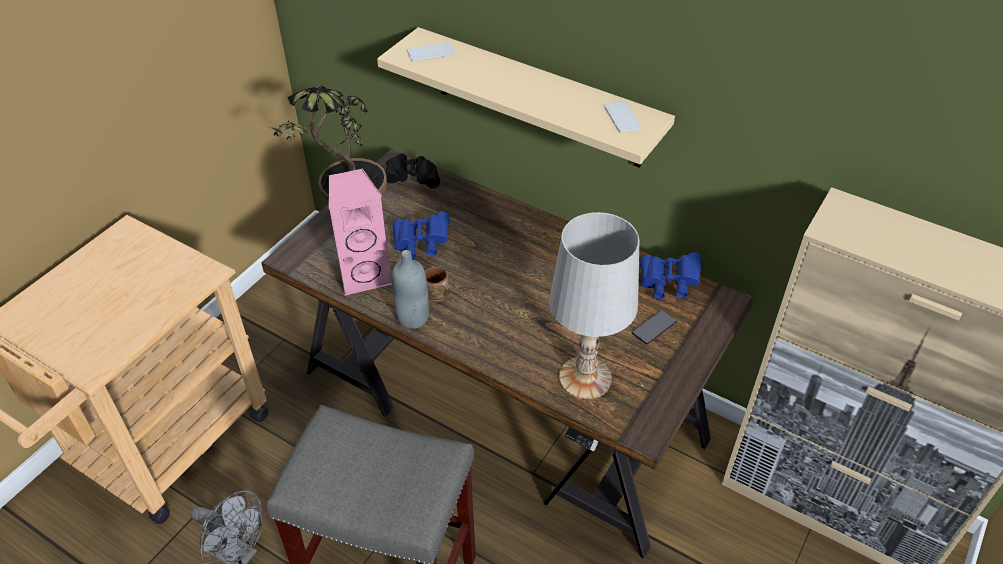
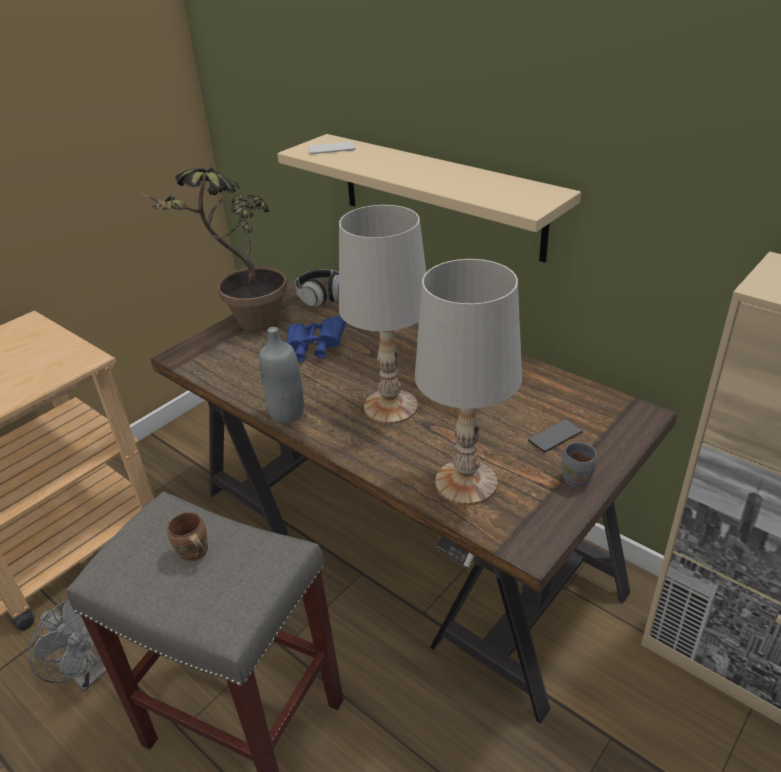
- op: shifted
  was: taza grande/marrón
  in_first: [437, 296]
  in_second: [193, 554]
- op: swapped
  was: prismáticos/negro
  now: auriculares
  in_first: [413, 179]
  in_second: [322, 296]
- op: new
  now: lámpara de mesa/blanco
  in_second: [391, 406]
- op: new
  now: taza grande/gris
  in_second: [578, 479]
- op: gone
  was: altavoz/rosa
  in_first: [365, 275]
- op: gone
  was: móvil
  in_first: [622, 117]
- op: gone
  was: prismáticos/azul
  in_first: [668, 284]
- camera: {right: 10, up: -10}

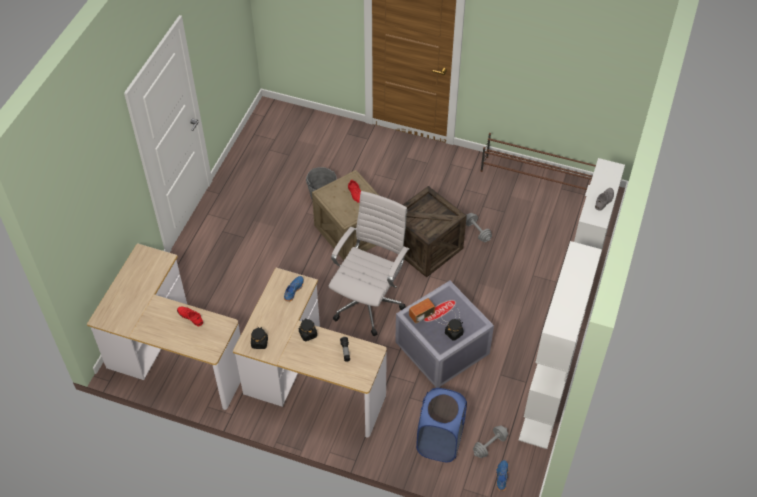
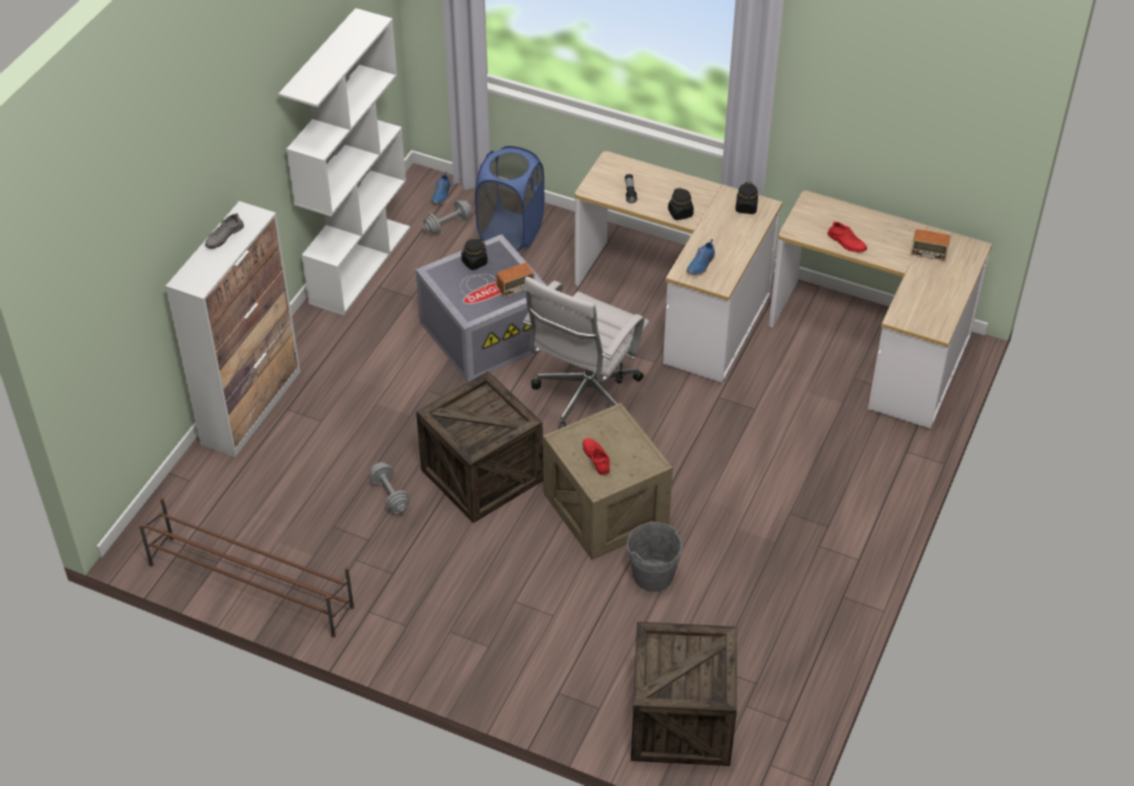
- op: new
  now: caja de embalaje
  in_second: [681, 721]
- op: new
  now: radio
  in_second: [912, 241]
- camera: {right: -175, up: -5}

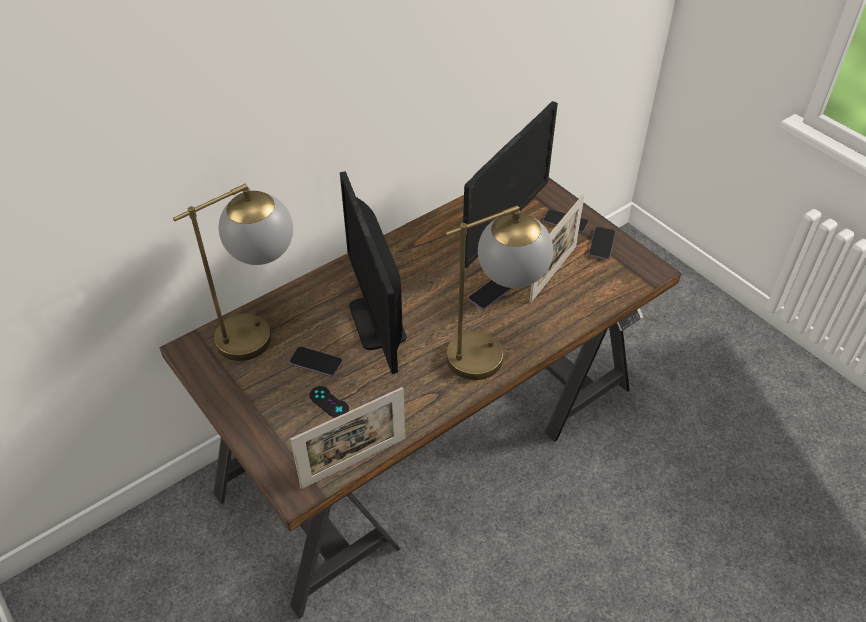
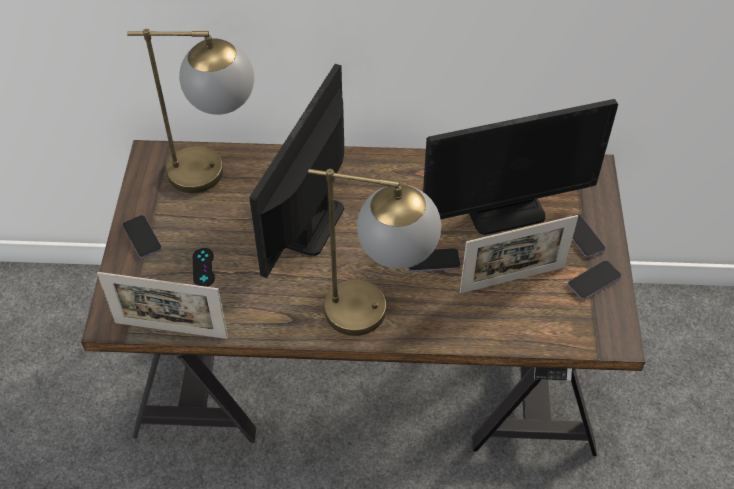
- op: shifted
  was: móvil
  in_first: [316, 362]
  in_second: [142, 238]
- camera: {right: 40, up: 5}

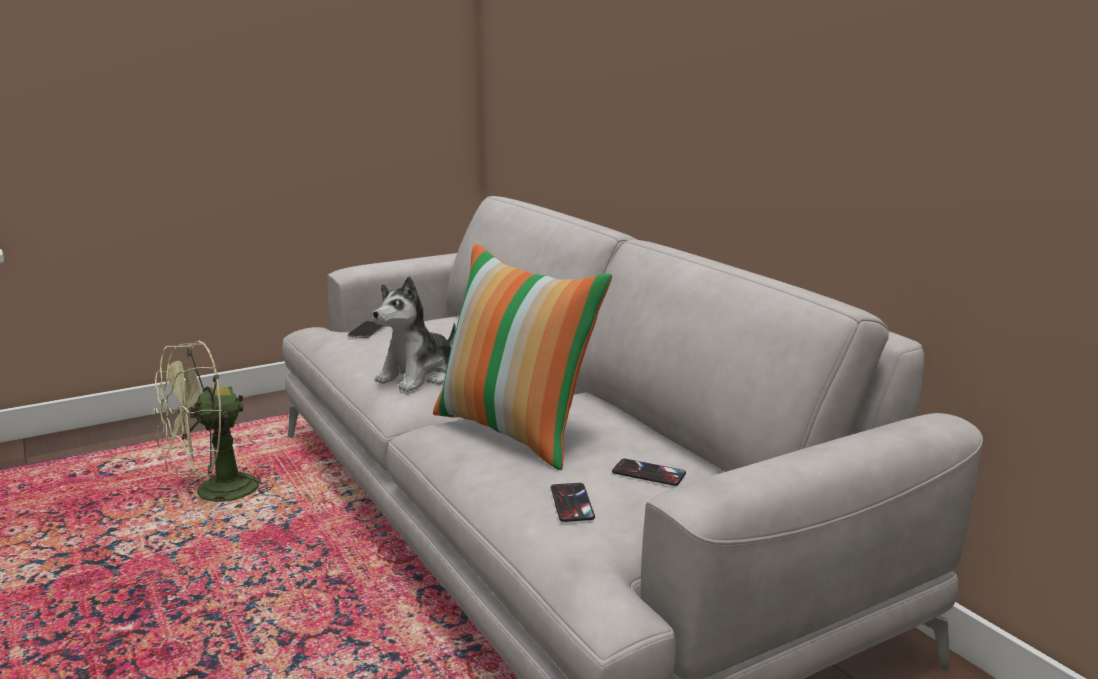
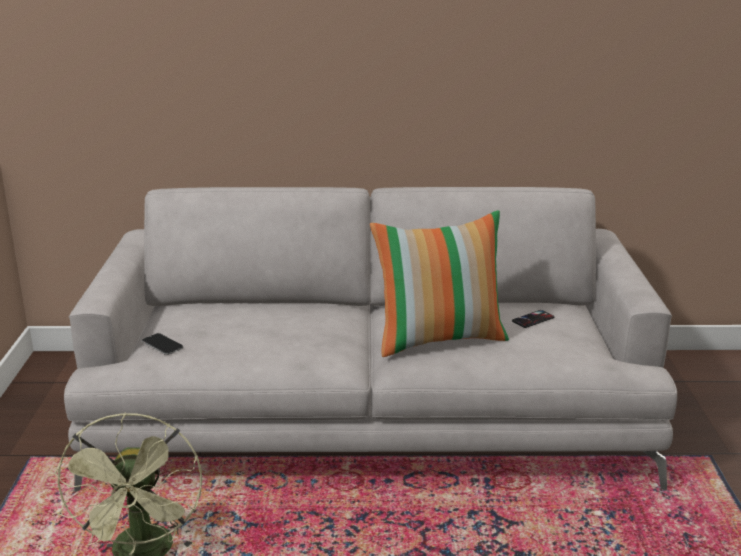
- op: gone
  was: peluche
  in_first: [418, 377]
- op: gone
  was: móvil
  in_first: [572, 503]
- camera: {right: -60, up: 5}

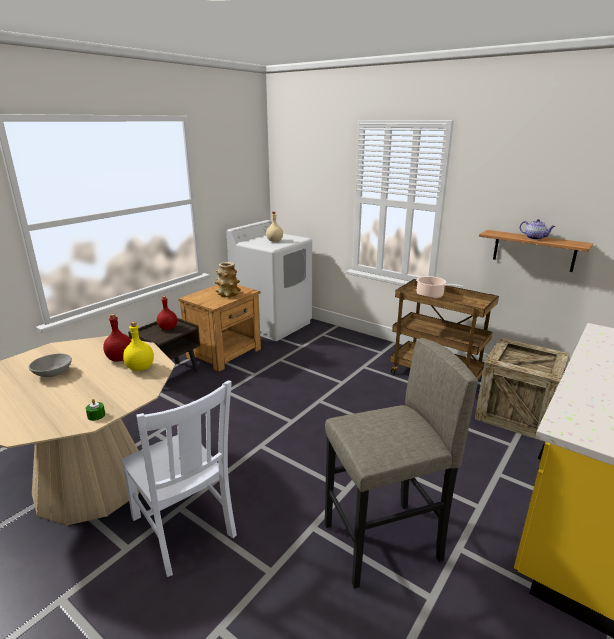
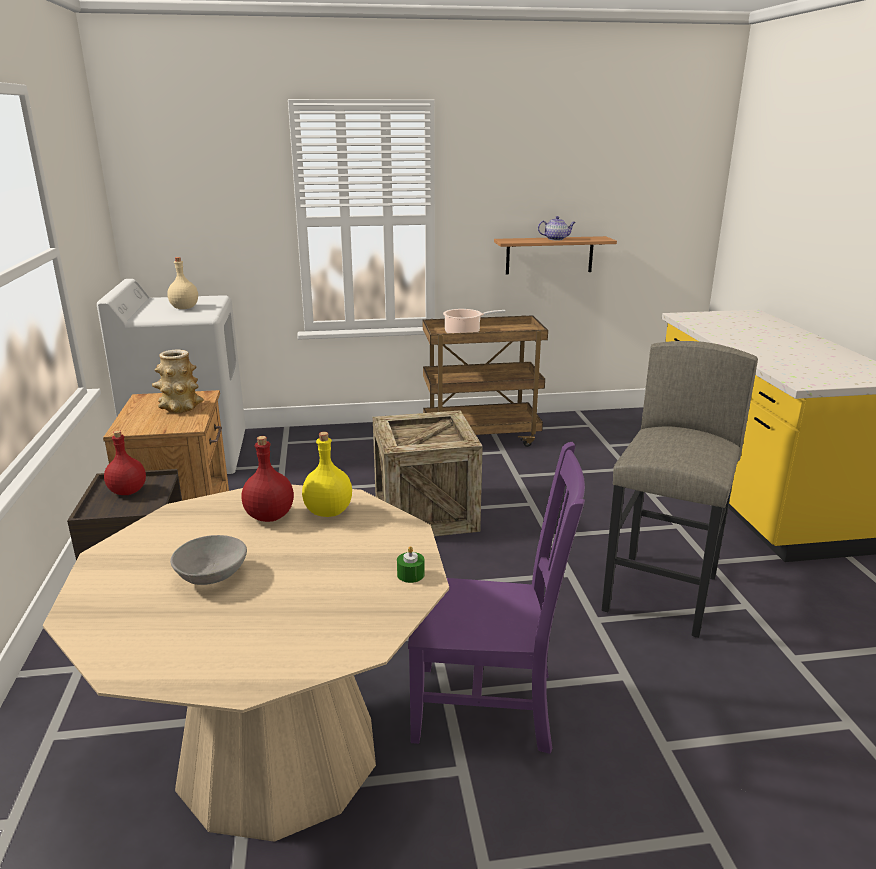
- op: shifted
  was: caja de embalaje
  in_first: [515, 413]
  in_second: [425, 513]
- op: repainted
  was: silla/blanco
  now: silla/morado
  in_first: [184, 529]
  in_second: [489, 707]
- camera: {right: -45, up: 0}

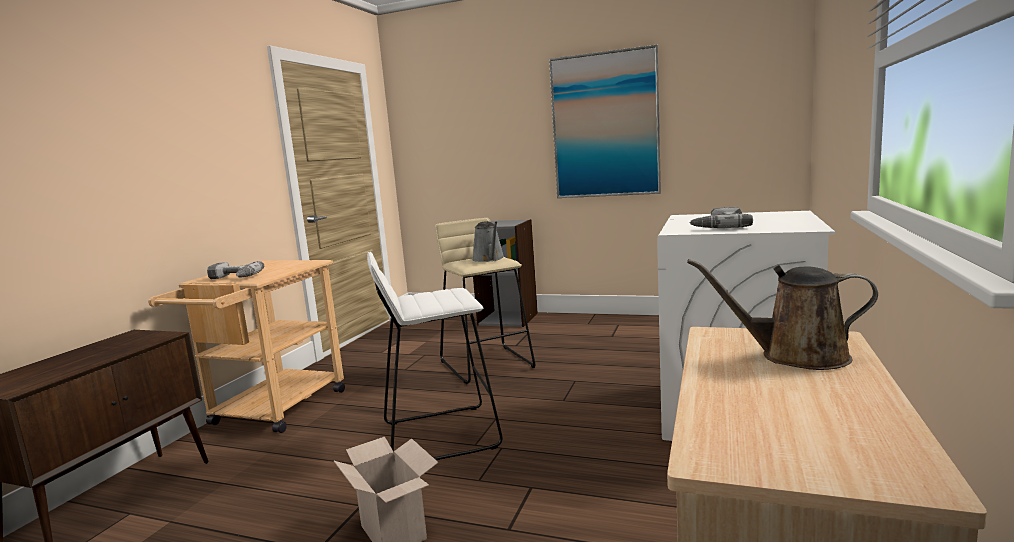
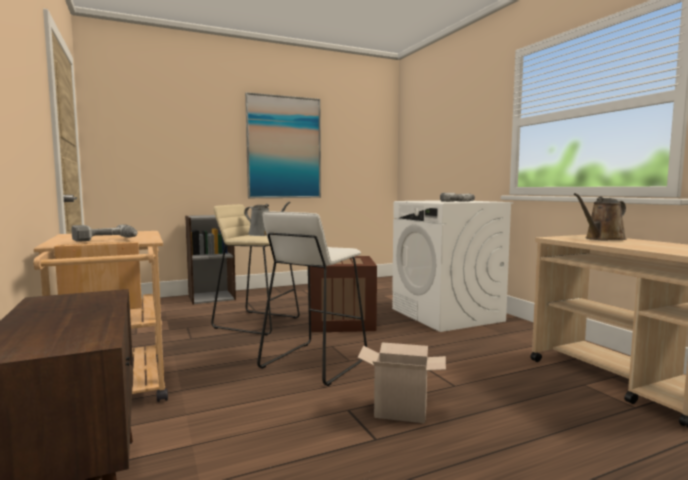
- op: new
  now: caja de embalaje
  in_second: [341, 322]
- camera: {right: -45, up: -5}

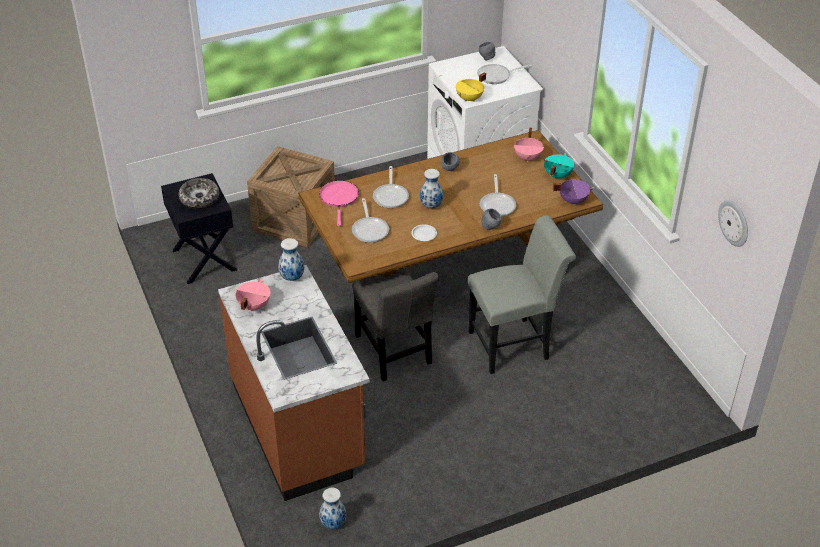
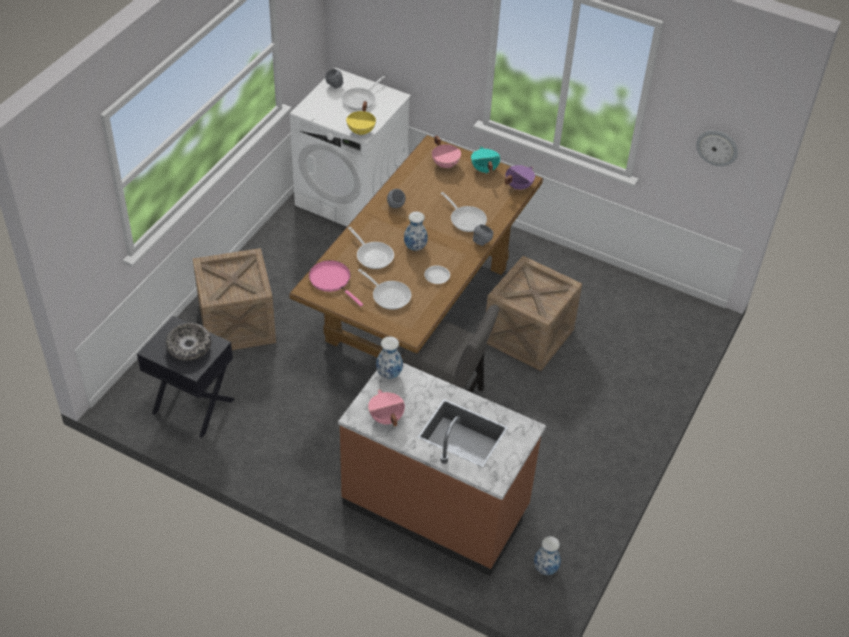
- op: swapped
  was: silla/gris
  now: caja de embalaje
  in_first: [514, 344]
  in_second: [528, 335]
- camera: {right: -40, up: 5}

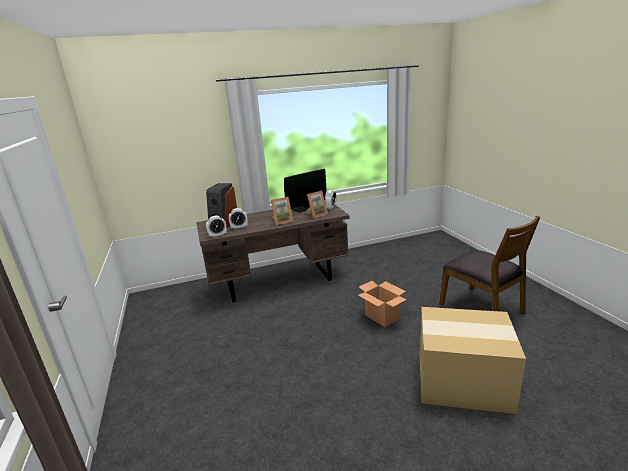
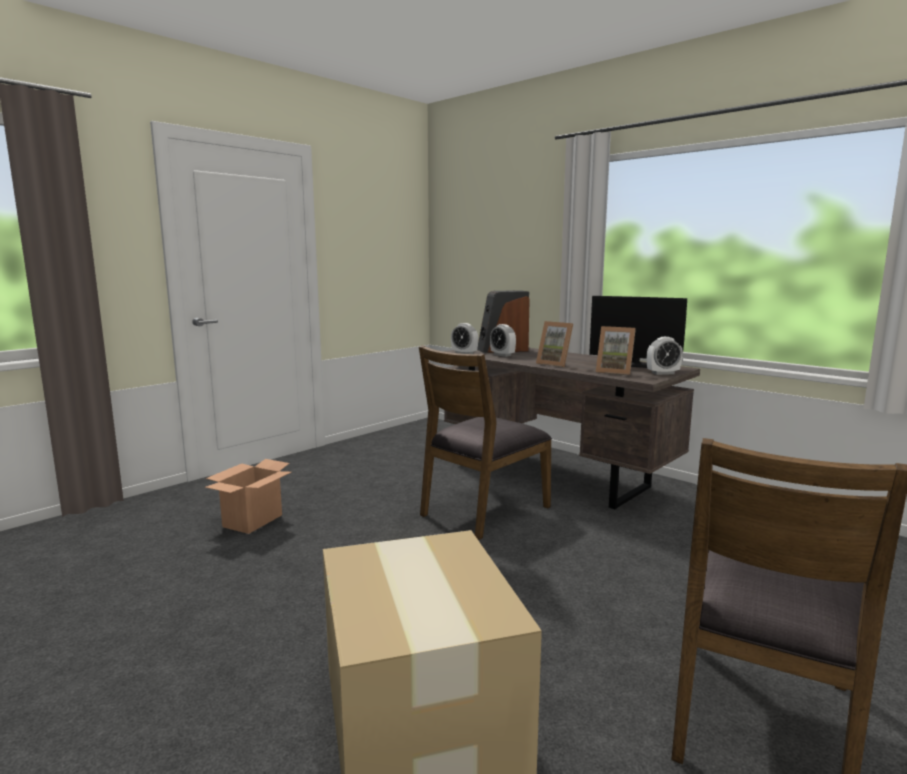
- op: shifted
  was: caja de cartón
  in_first: [382, 317]
  in_second: [252, 521]
- op: new
  now: silla/marrón
  in_second: [483, 510]
- camera: {right: 60, up: -10}

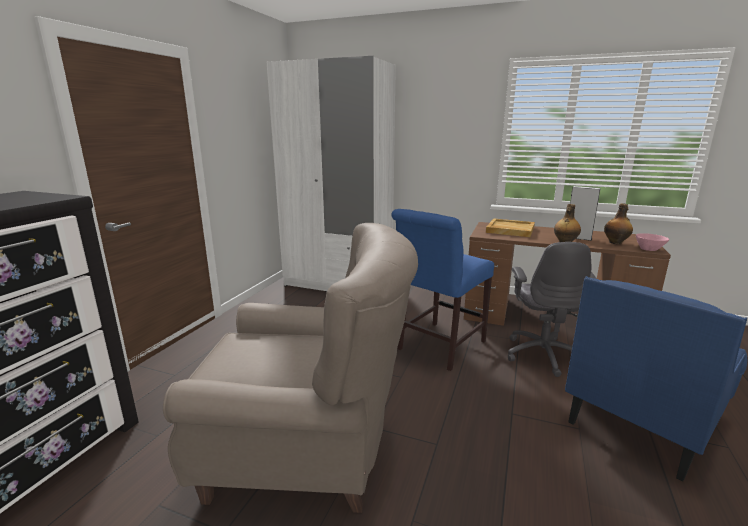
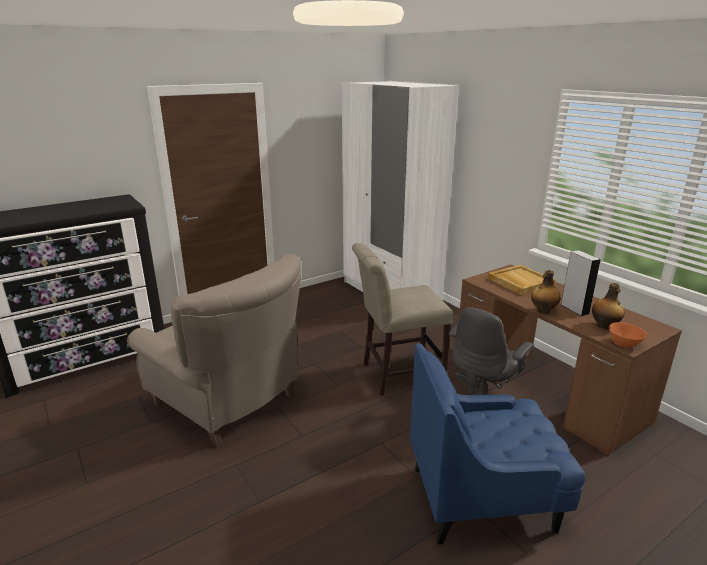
- op: repainted
  was: silla/azul
  now: silla/beis
  in_first: [438, 347]
  in_second: [397, 374]
- op: repainted
  was: cuenco/rosa
  now: cuenco/naranja
  in_first: [650, 249]
  in_second: [624, 344]
- camera: {right: 35, up: 5}

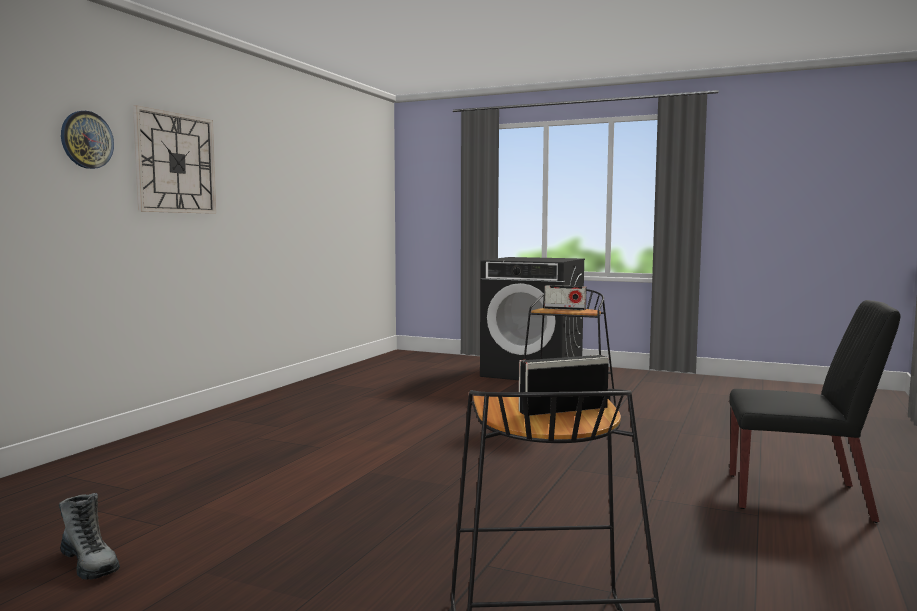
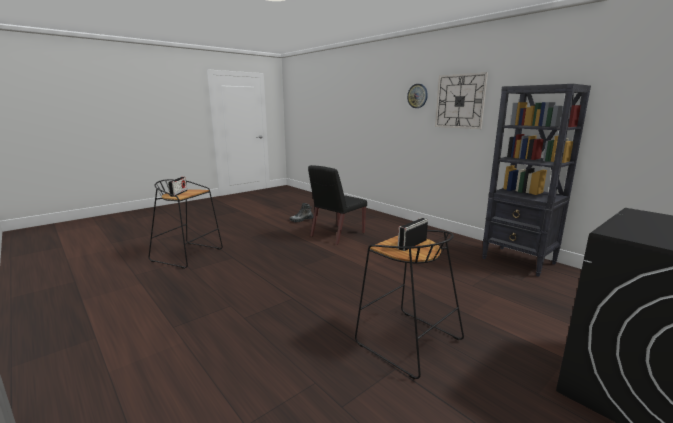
- op: shifted
  was: silla/negro
  in_first: [800, 497]
  in_second: [337, 235]
- op: new
  now: estantería/negro
  in_second: [519, 261]
- camera: {right: 115, up: 10}

